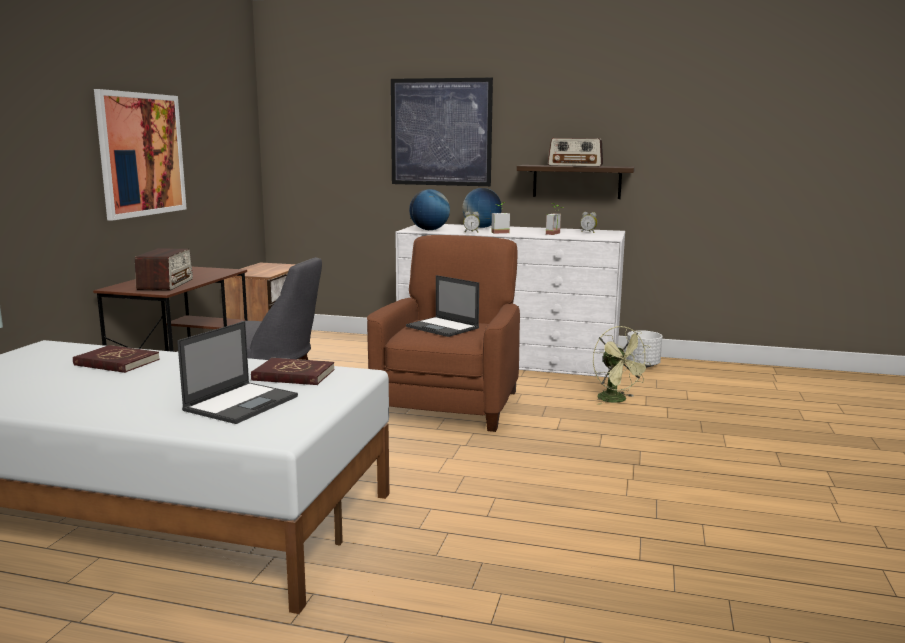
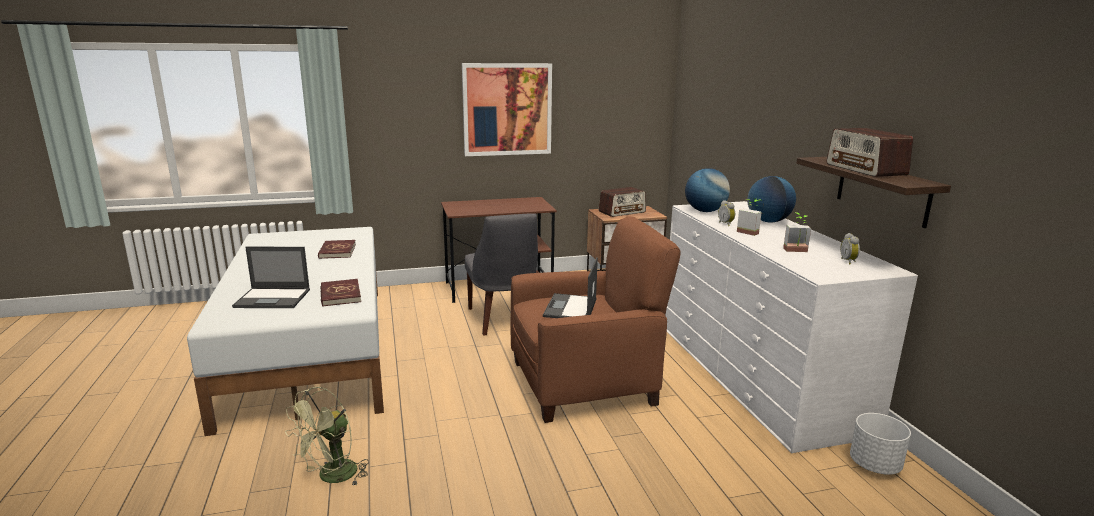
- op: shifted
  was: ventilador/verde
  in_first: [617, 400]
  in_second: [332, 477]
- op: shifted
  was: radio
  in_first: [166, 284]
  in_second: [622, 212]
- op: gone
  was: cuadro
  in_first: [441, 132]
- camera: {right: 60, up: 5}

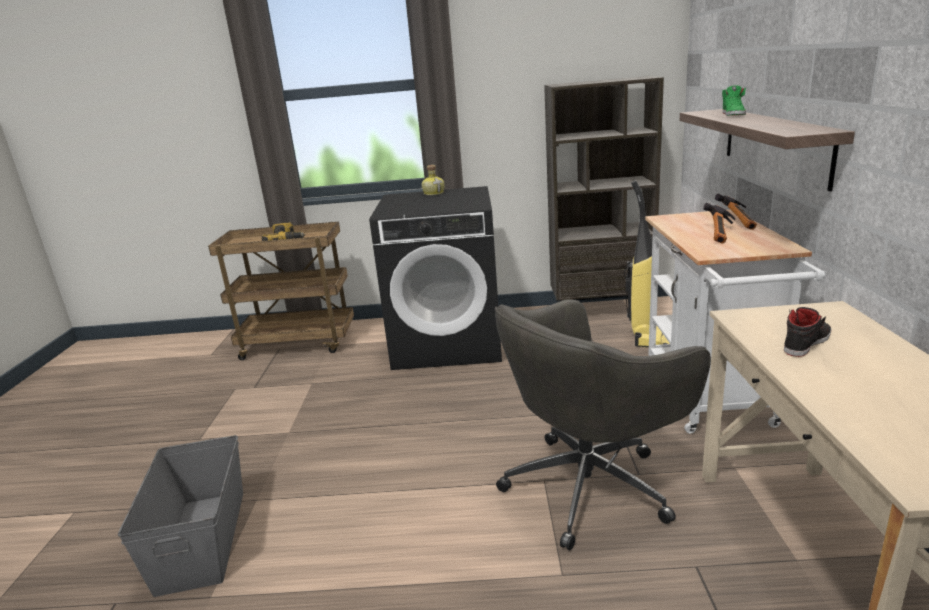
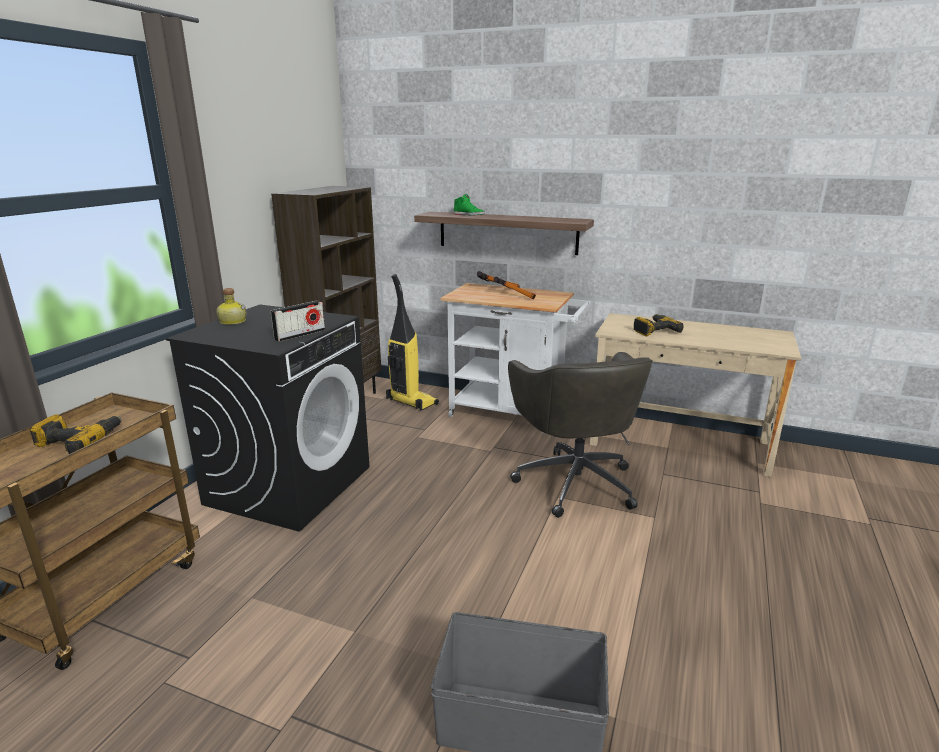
- op: new
  now: radio
  in_second: [300, 335]
- op: swapped
  was: zapato/negro
  now: taladro
  in_first: [806, 342]
  in_second: [654, 330]
- camera: {right: -70, up: 0}

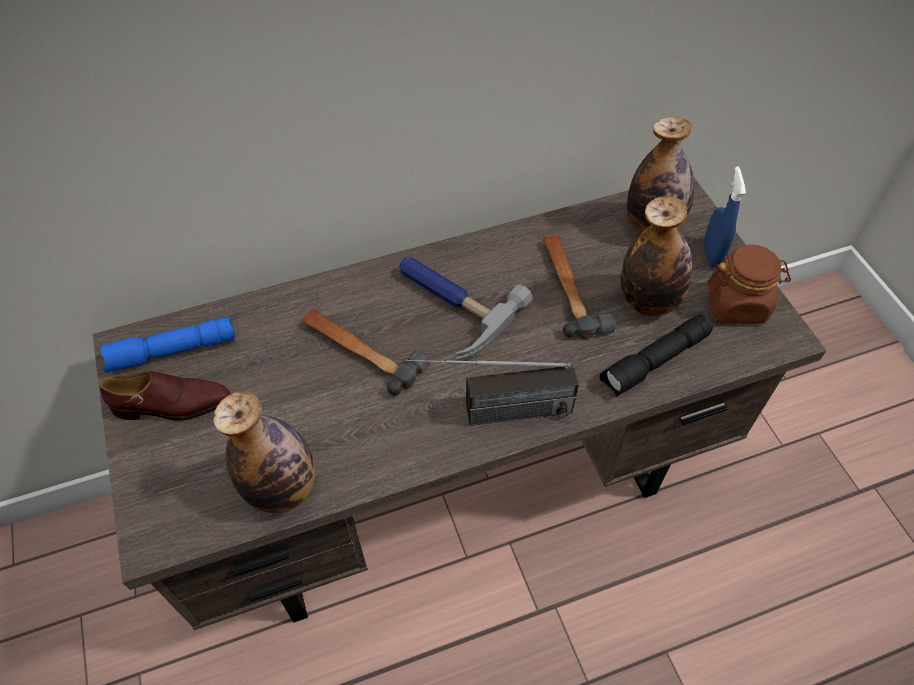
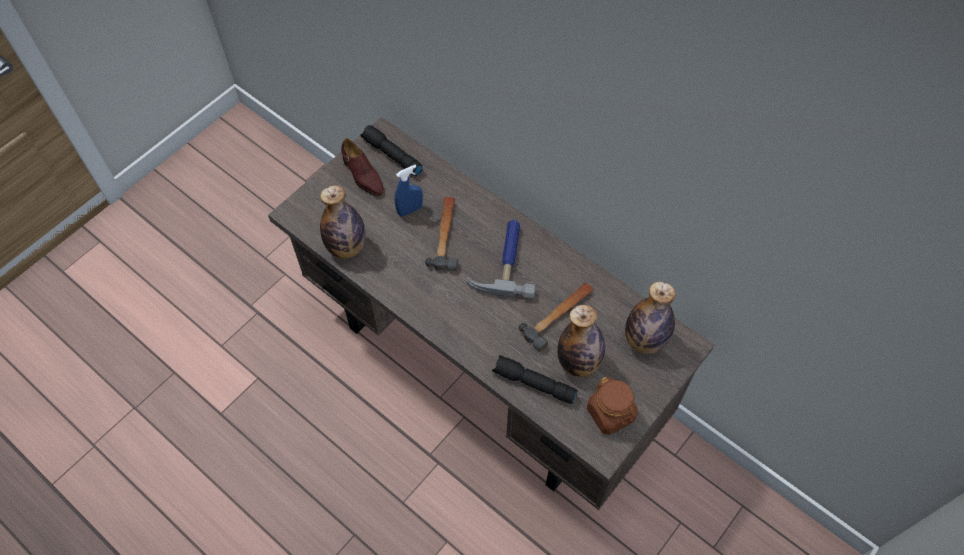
- op: repainted
  was: linterna/azul
  now: linterna/negro
  in_first: [172, 352]
  in_second: [391, 155]
- op: shifted
  was: pulverizador/azul
  in_first: [711, 254]
  in_second: [410, 210]
- op: gone
  was: radio
  in_first: [491, 414]
- camera: {right: 60, up: 5}

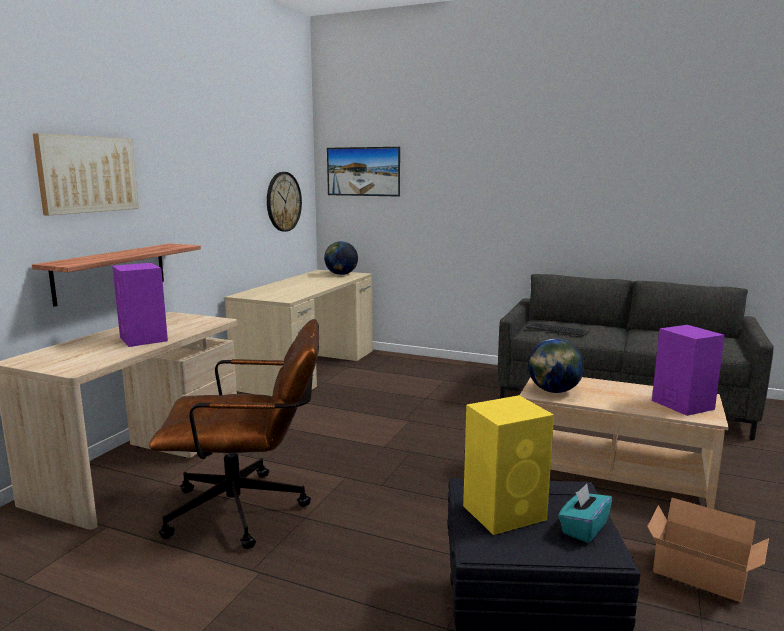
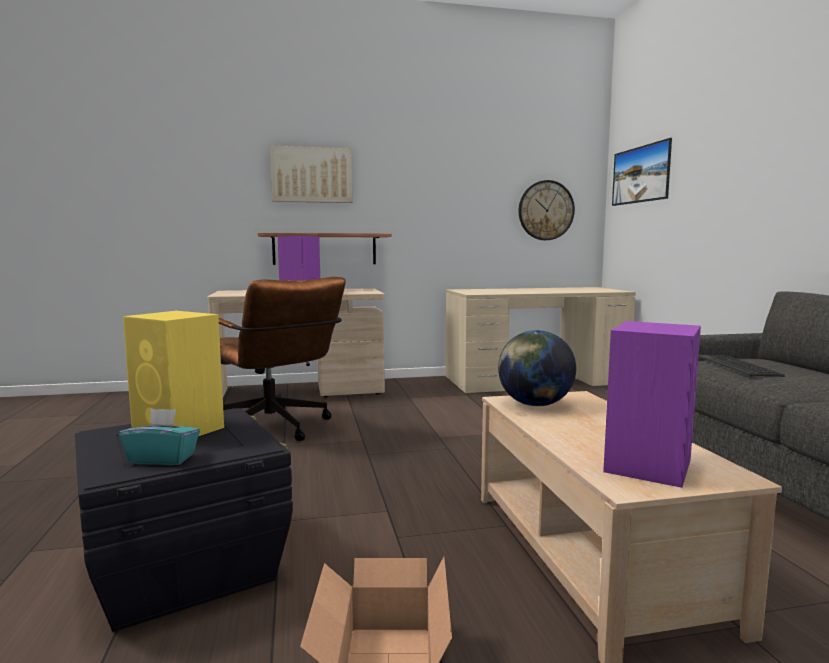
- op: gone
  was: globo terráqueo
  in_first: [341, 274]
- camera: {right: 55, up: -5}

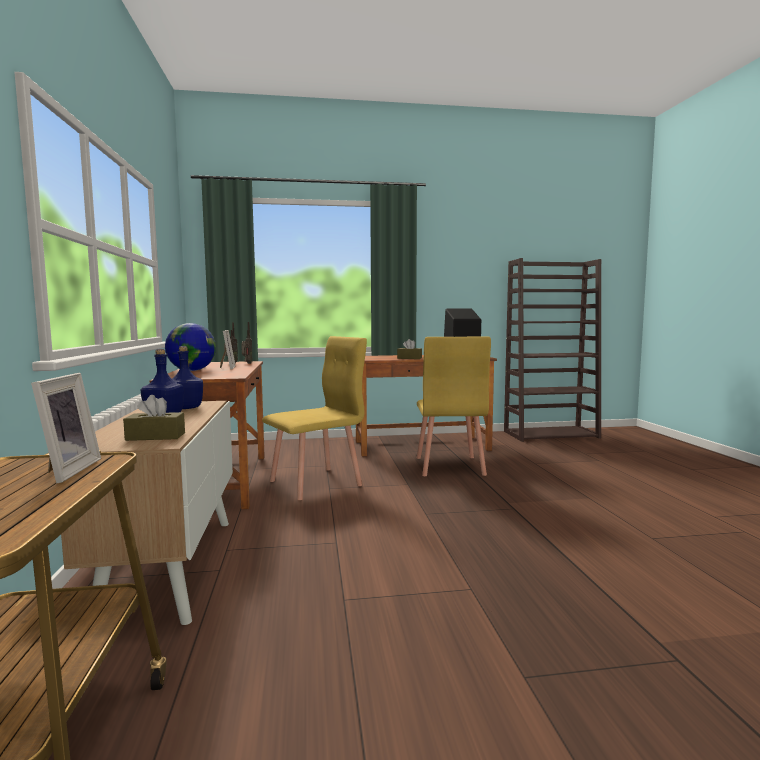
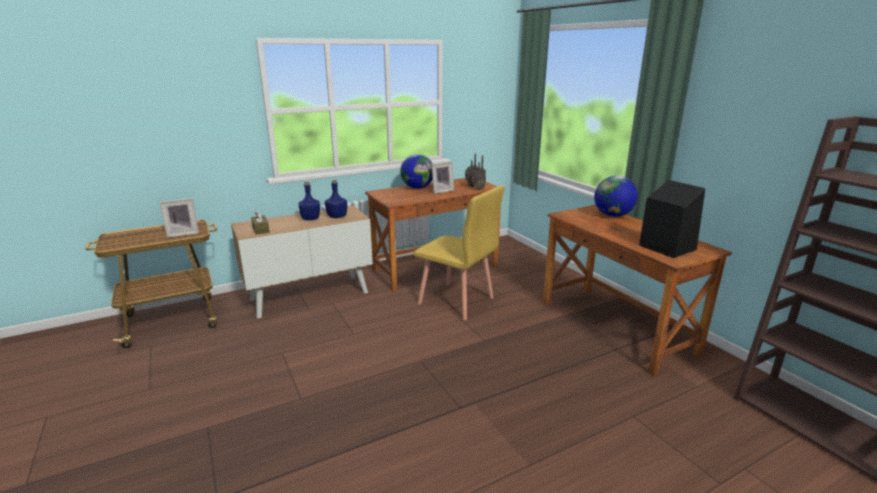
- op: new
  now: globo terráqueo
  in_second: [612, 215]
- op: gone
  was: caja de pañuelos/marrón
  in_first: [409, 358]
- op: gone
  was: silla/amarillo
  in_first: [449, 466]
- camera: {right: 70, up: 15}

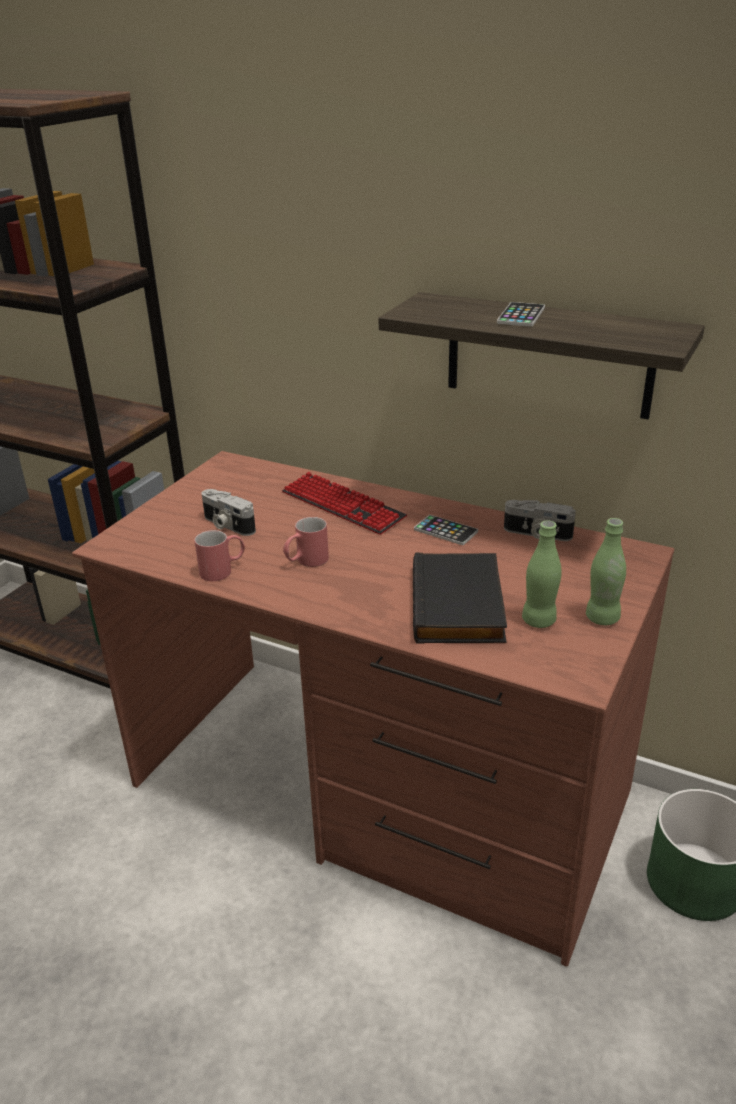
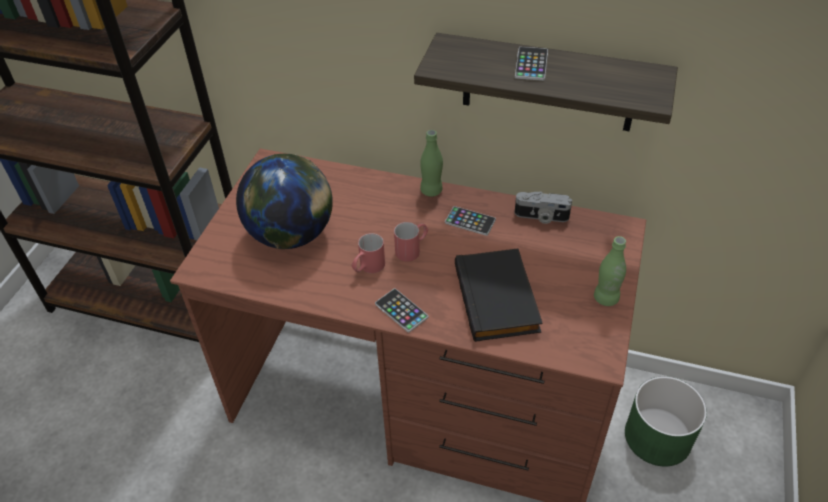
- op: swapped
  was: cámara
  now: globo terráqueo
  in_first: [227, 525]
  in_second: [291, 235]
- op: new
  now: móvil
  in_second: [401, 311]
- op: shifted
  was: taza grande/rojo
  in_first: [223, 570]
  in_second: [412, 249]
- op: shifted
  was: botella/verde
  in_first: [539, 620]
  in_second: [431, 191]
- op: gone
  was: teclado
  in_first: [342, 506]
- camera: {right: -10, up: 15}

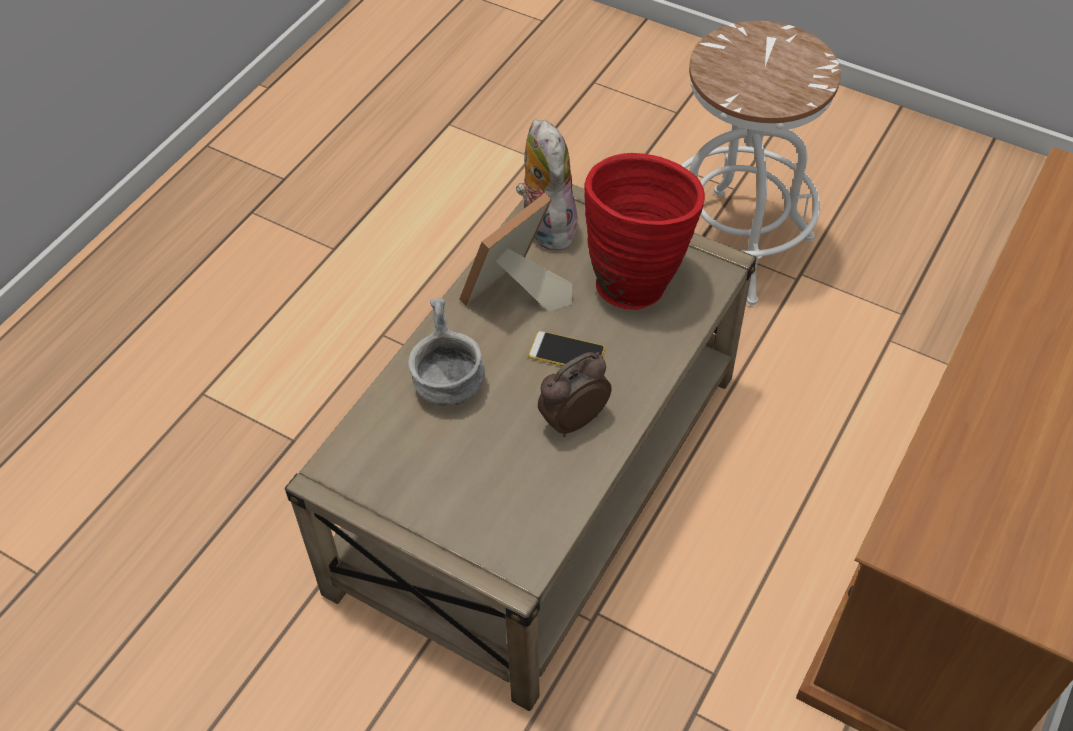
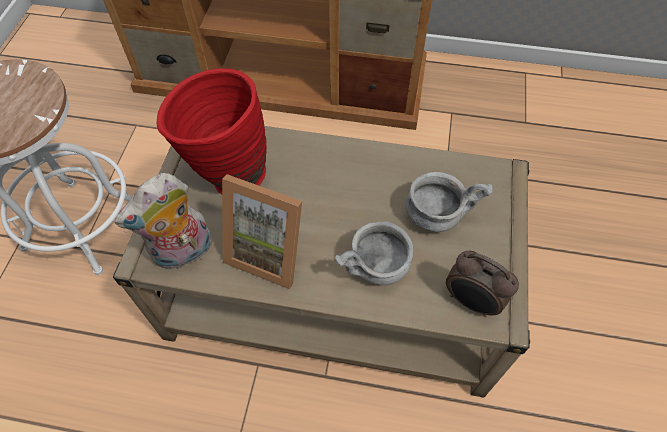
- op: new
  now: cuenco/gris
  in_second: [435, 214]
- op: shifted
  was: despertador
  in_first: [572, 420]
  in_second: [471, 301]
- op: gone
  was: móvil
  in_first: [566, 353]
- camera: {right: -110, up: 5}

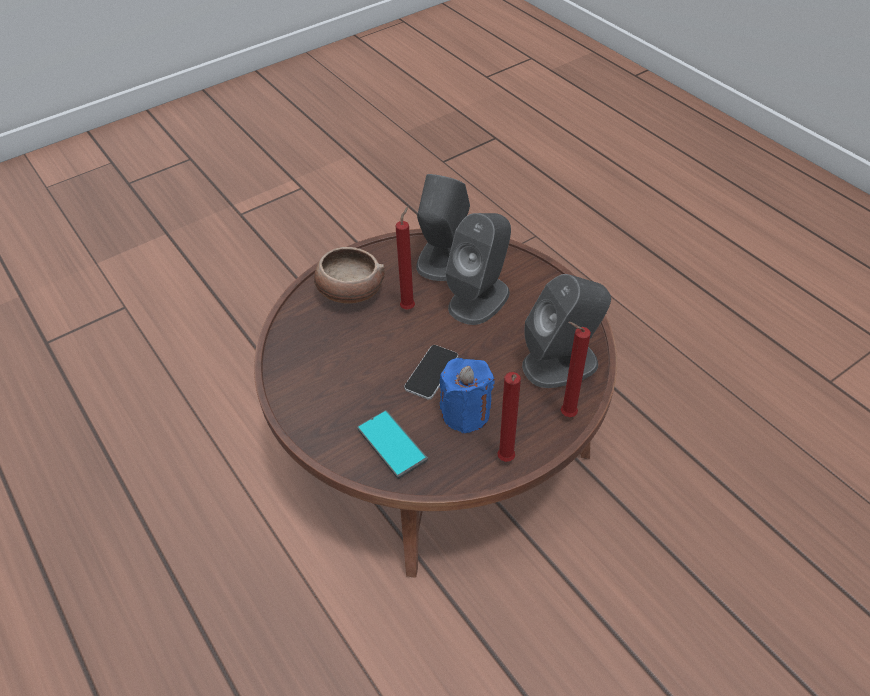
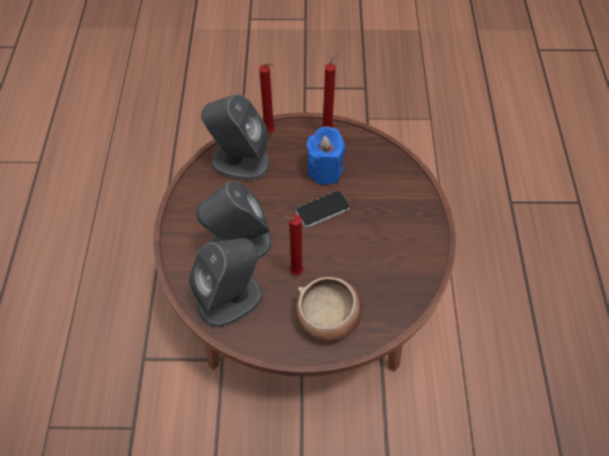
- op: gone
  was: móvil
  in_first: [392, 444]
- camera: {right: -145, up: 10}

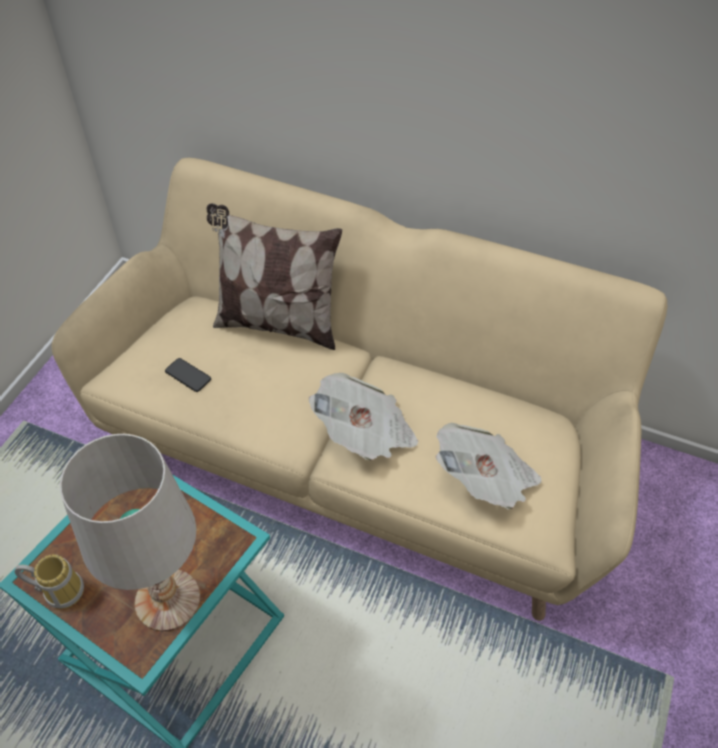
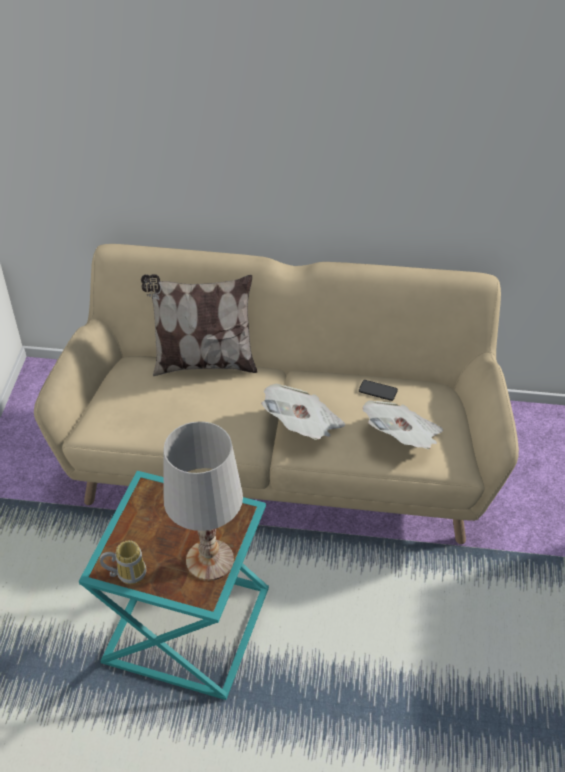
- op: shifted
  was: móvil
  in_first: [188, 375]
  in_second: [378, 391]
- camera: {right: -15, up: -5}

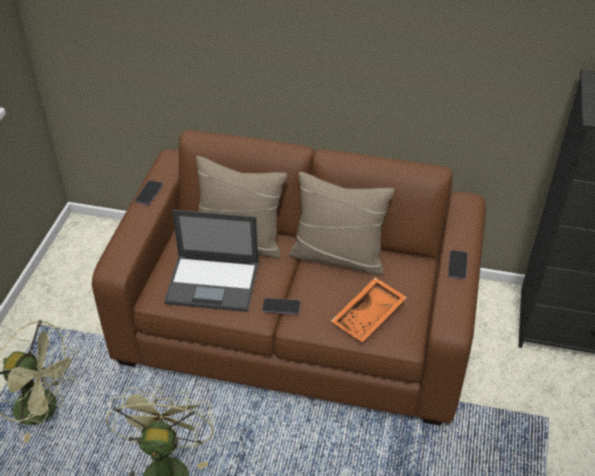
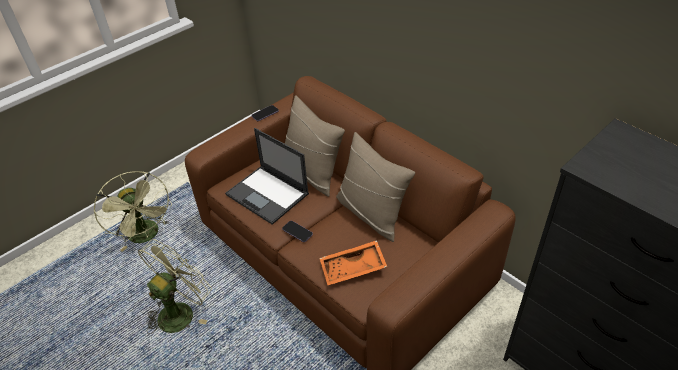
- op: gone
  was: móvil
  in_first: [457, 265]
- camera: {right: 35, up: 0}

